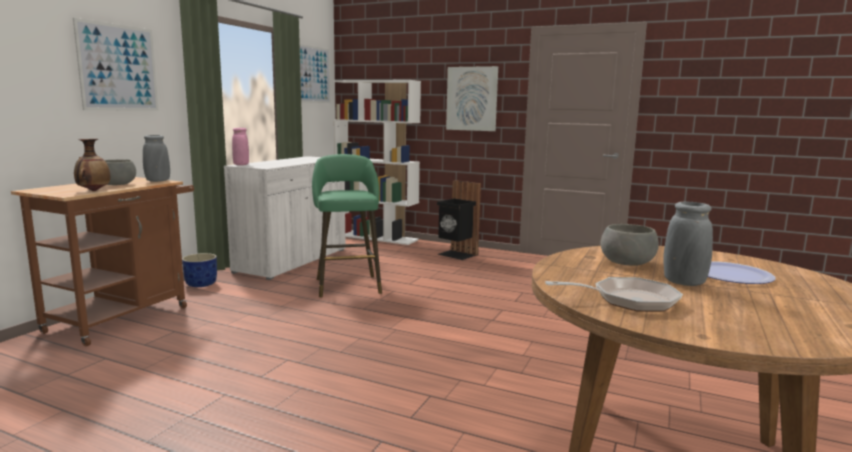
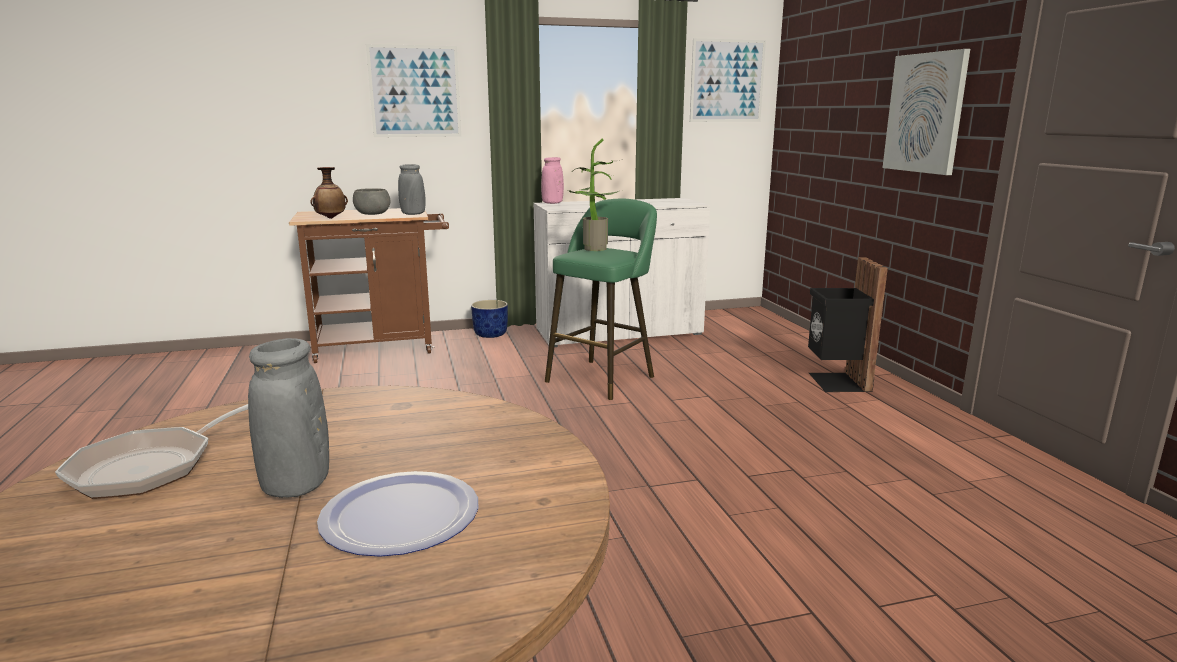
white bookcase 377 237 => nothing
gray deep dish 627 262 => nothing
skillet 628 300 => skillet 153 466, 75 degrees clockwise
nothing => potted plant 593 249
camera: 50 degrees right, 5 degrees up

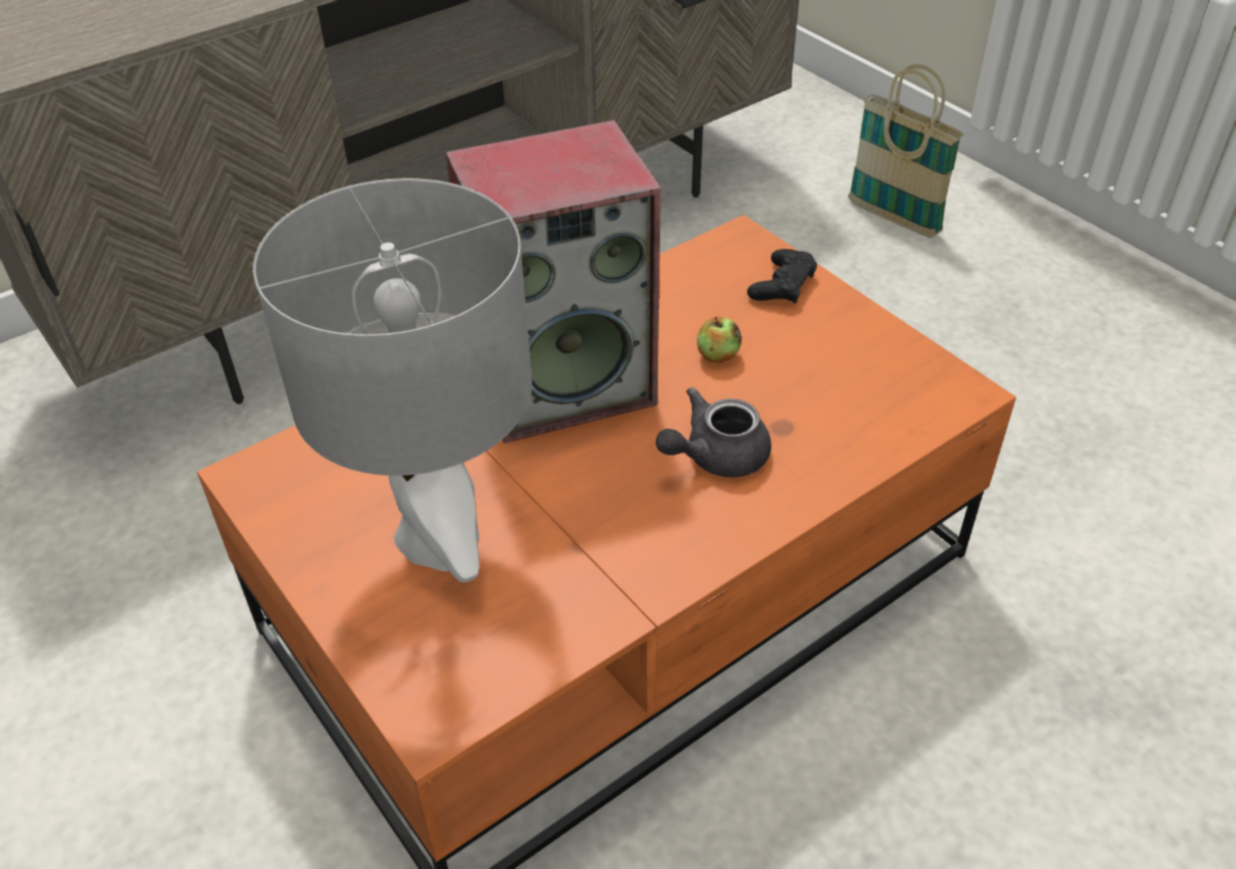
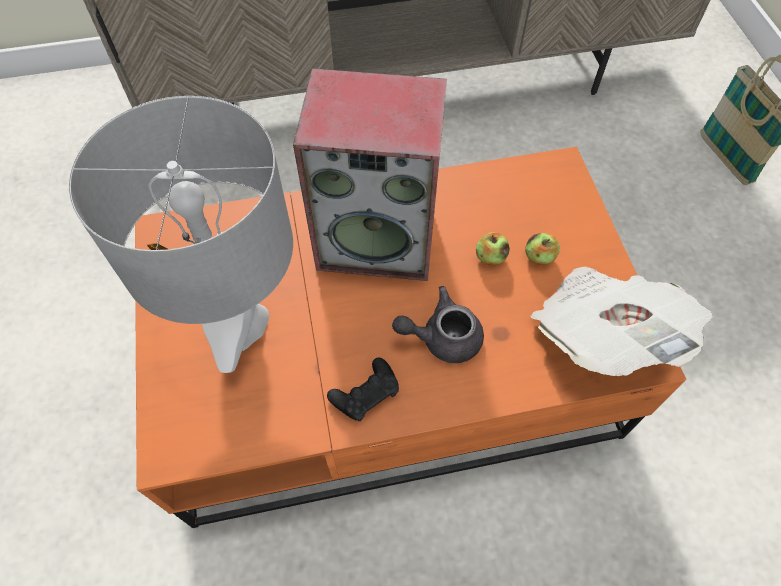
black-coloured gamepad 782 285 => black-coloured gamepad 365 393, move
nothing => apple 539 257
nothing => daily paper 603 332
camera: 25 degrees right, 15 degrees up

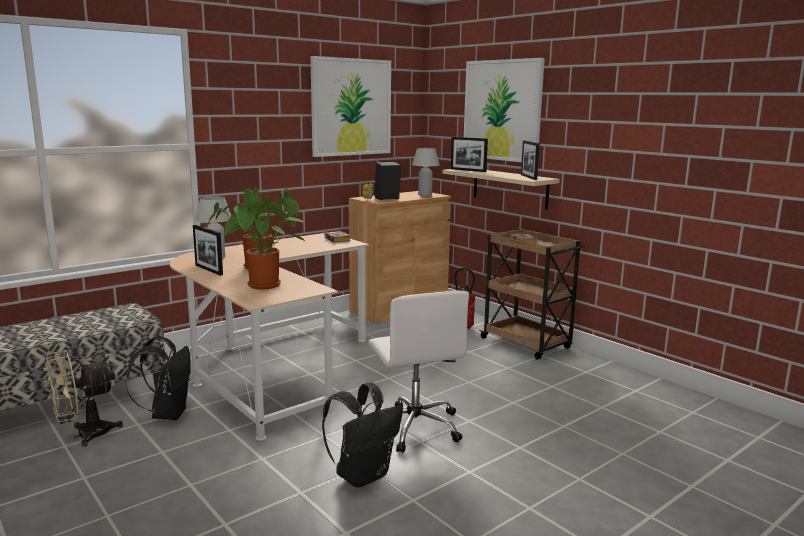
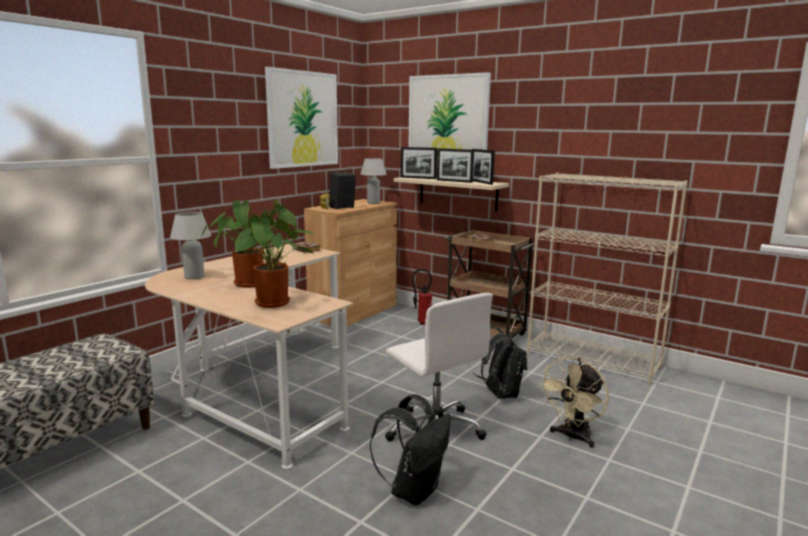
photo frame 208 270 => photo frame 454 181, move
black-coloured rucksack 168 413 => black-coloured rucksack 498 393, move
sand-coloured electric fan 84 435 => sand-coloured electric fan 572 437, move
nothing => sand-coloured bookcase 593 360
camera: 15 degrees left, 0 degrees up

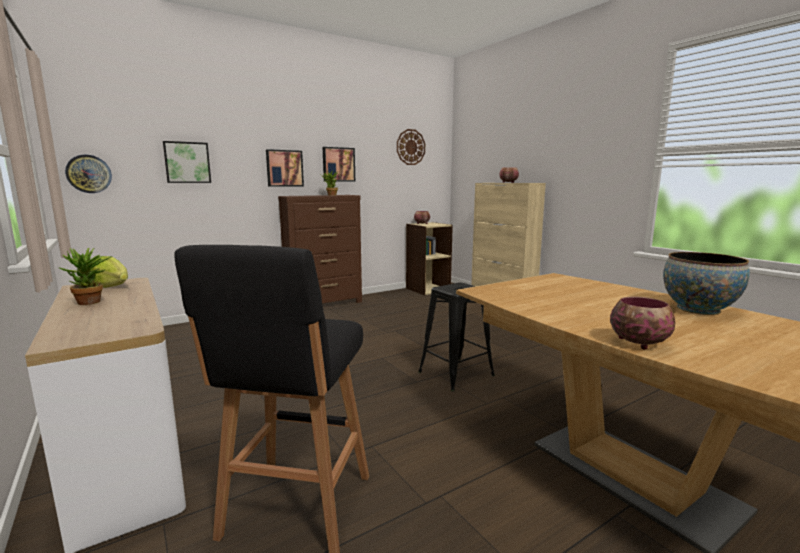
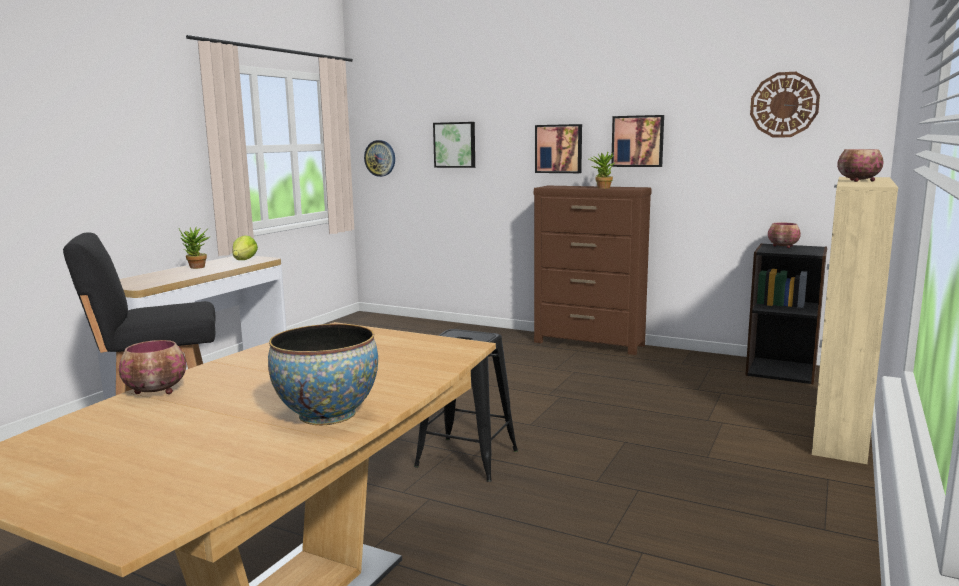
sand-coloured bookcase 427 289 => black-coloured bookcase 781 370
camera: 60 degrees right, 0 degrees up

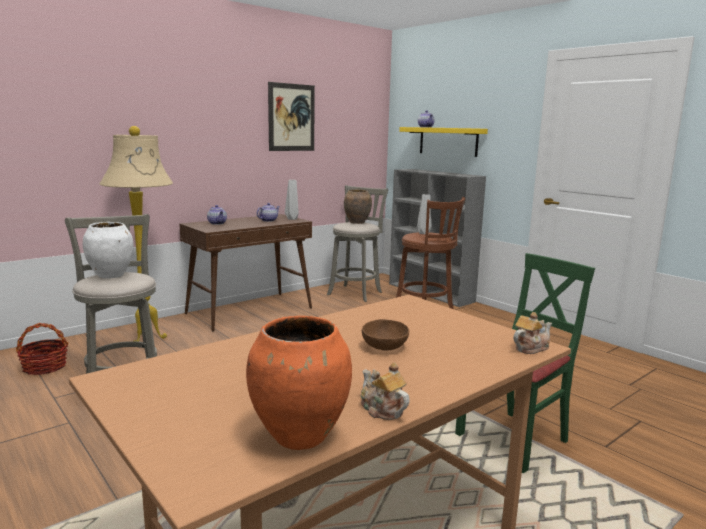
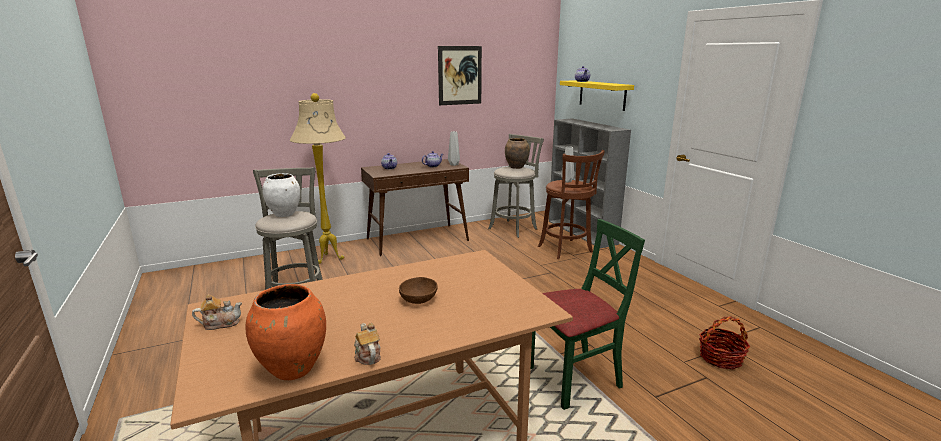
pot for tea 530 348 => pot for tea 220 323, move
storage basket 44 367 => storage basket 720 358, move
camera: 15 degrees right, 5 degrees up

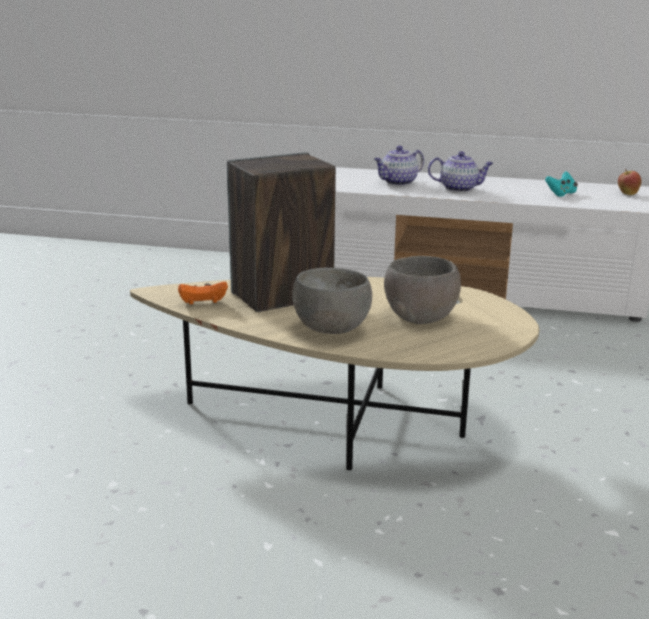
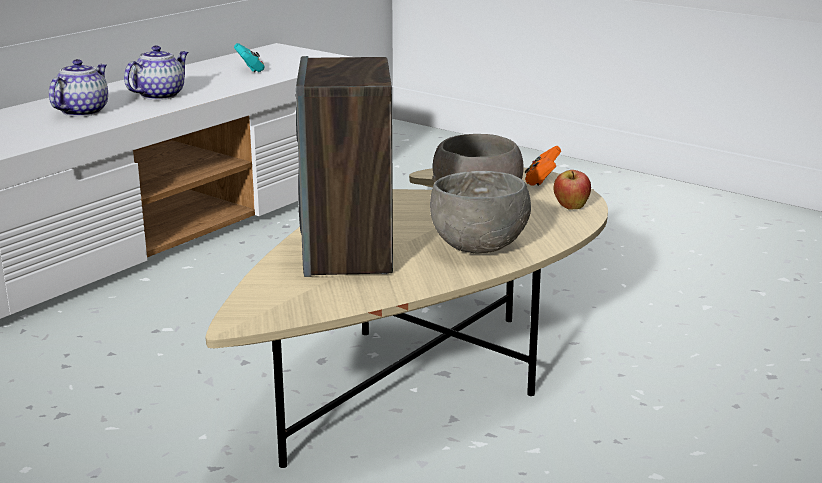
pot for tea 398 182 => pot for tea 82 111, 150 degrees counterclockwise
apple 627 194 => apple 571 207, move
orangey gamepad 203 304 => orangey gamepad 541 181, move
camera: 65 degrees left, 0 degrees up

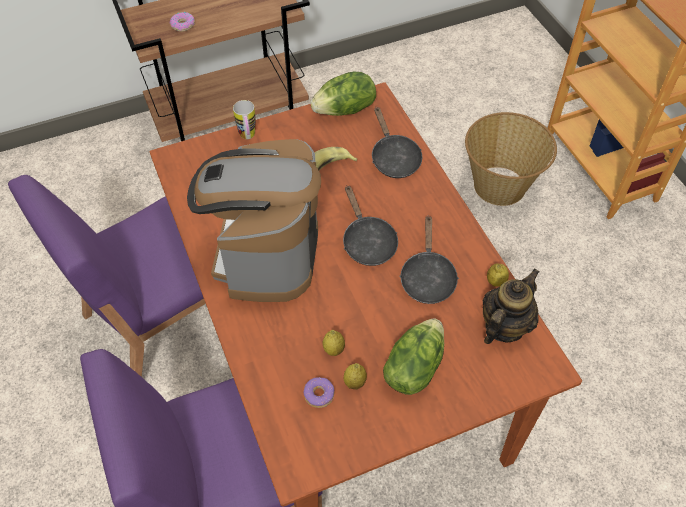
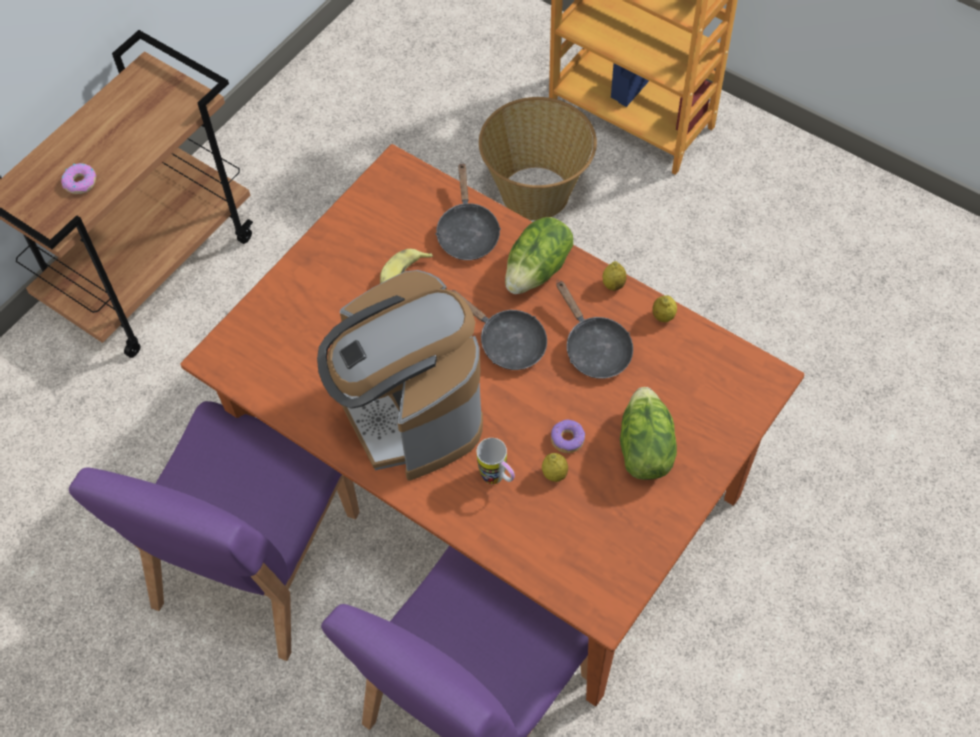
lettuce head 345 110 => lettuce head 538 270, move
tea mug 248 137 => tea mug 498 479, move
black-coloured skillet 394 158 => black-coloured skillet 467 232, 45 degrees clockwise
pot for tea 504 326 => nothing
citrus fruit 355 382 => citrus fruit 613 285, move
ring doughnut 319 395 => ring doughnut 567 439, move
camera: 30 degrees left, 5 degrees up

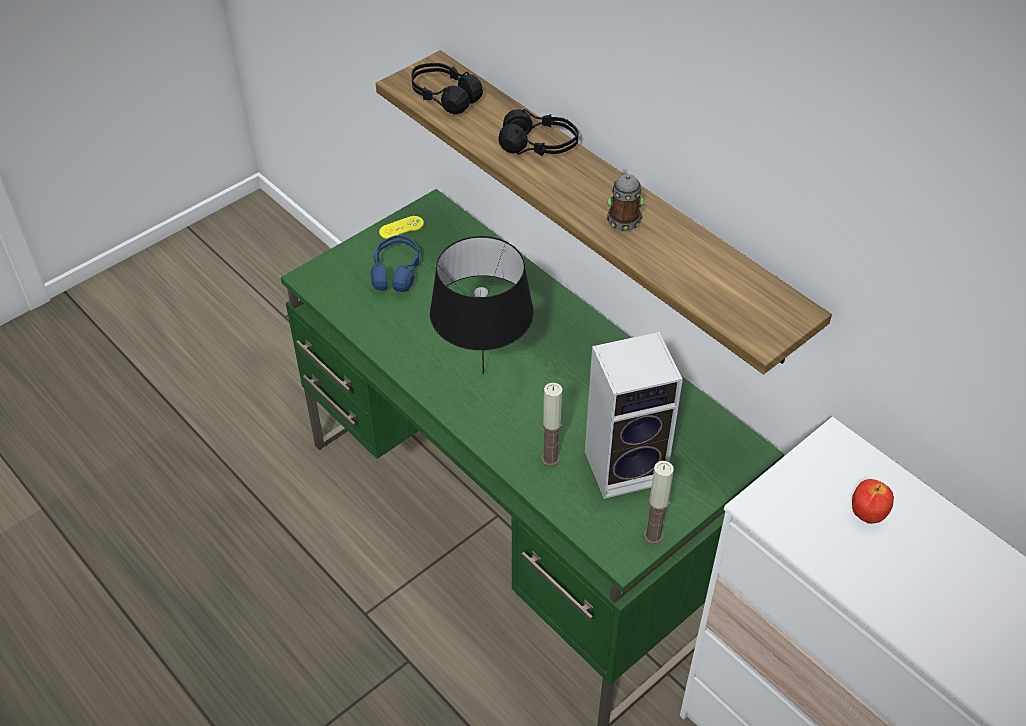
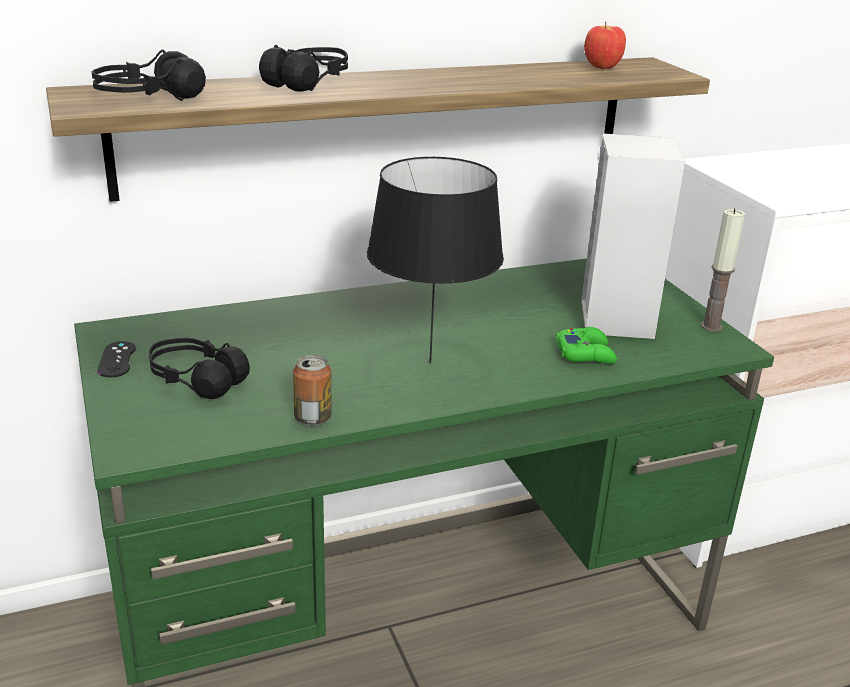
tea mug 623 217 => nothing
yellow-coloured gamepad 401 228 => black-coloured gamepad 117 359
blue headphones 396 272 => black-coloured headphones 196 380
wax candle 550 458 => green gamepad 585 353
apple 866 514 => apple 601 68, move
nothing => sealed can 313 418
camera: 70 degrees left, 20 degrees down

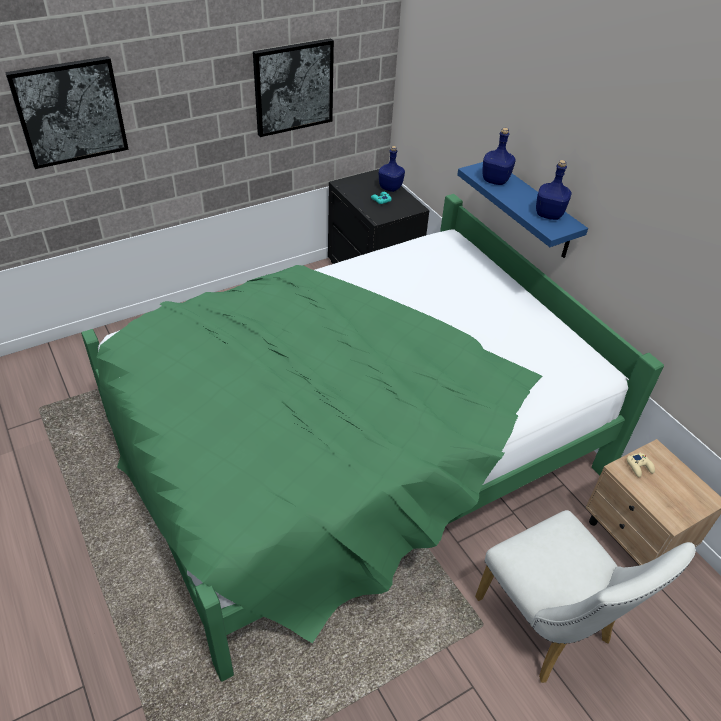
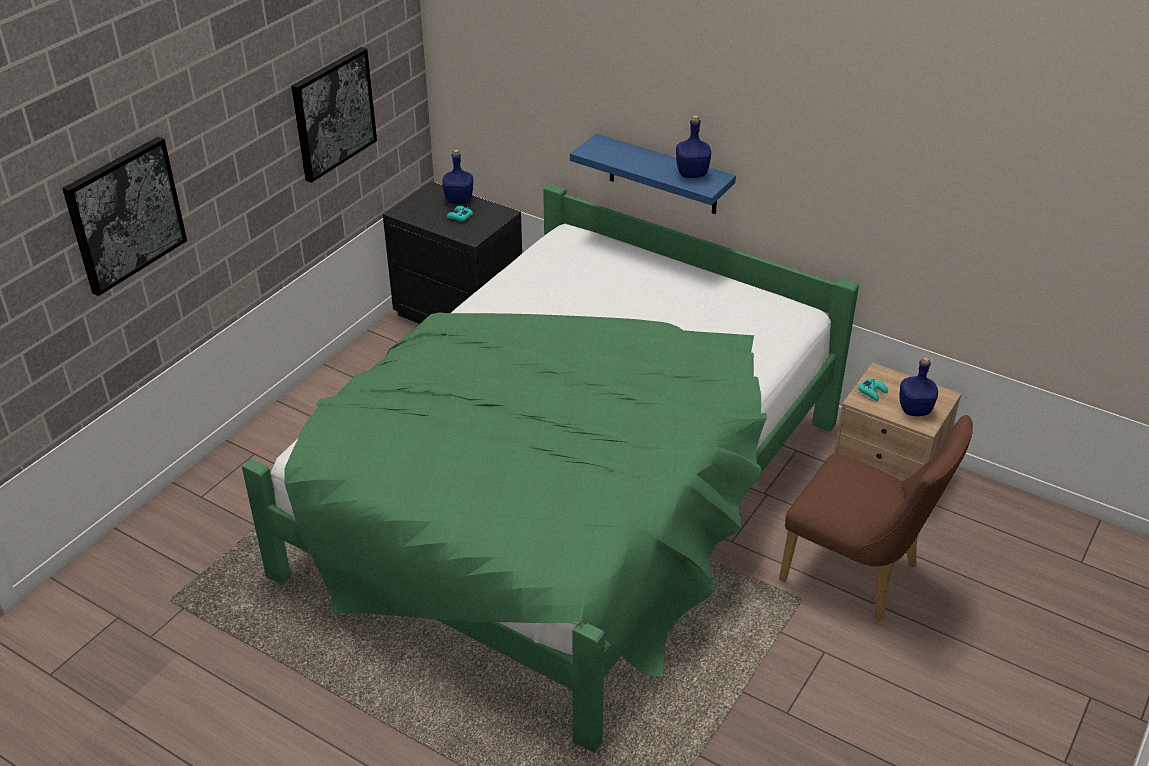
blue beverage bottle 494 180 => blue beverage bottle 914 409, move
sand-coloured gamepad 639 467 => turquoise-coloured gamepad 872 392
white upright chair 549 627 => brownish upright chair 859 576
camera: 25 degrees left, 5 degrees down

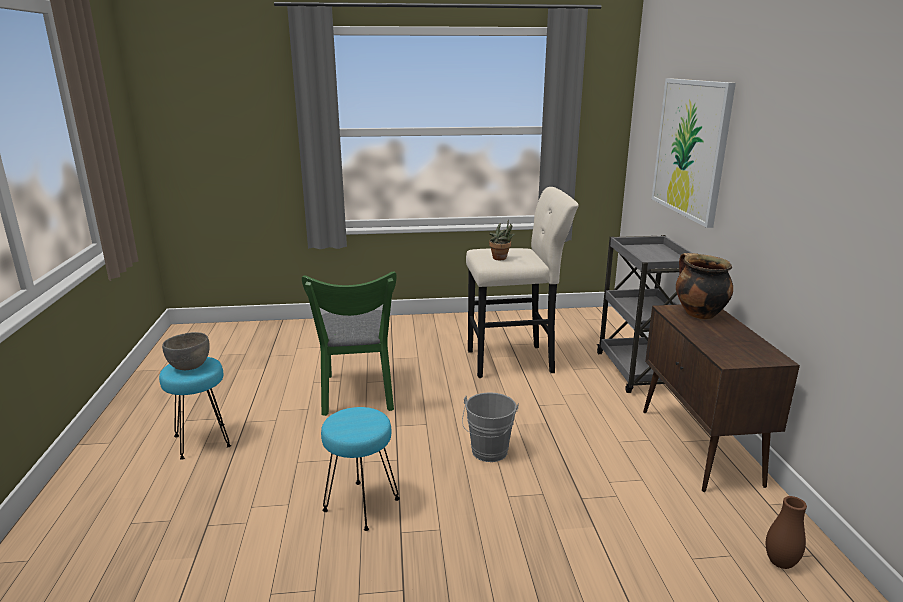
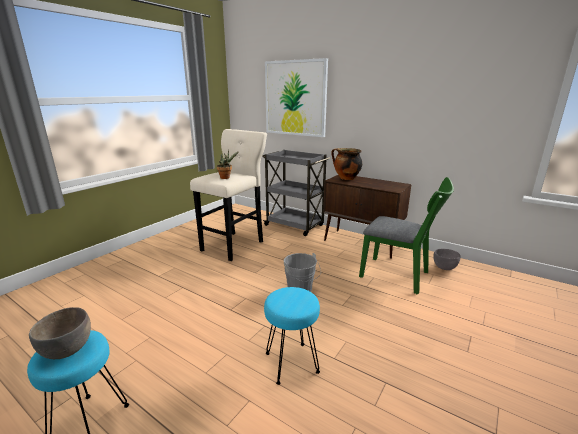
green upright chair 357 396 => green upright chair 399 276, move
brownish vase 780 563 => gray deep dish 444 268
camera: 50 degrees left, 0 degrees up

